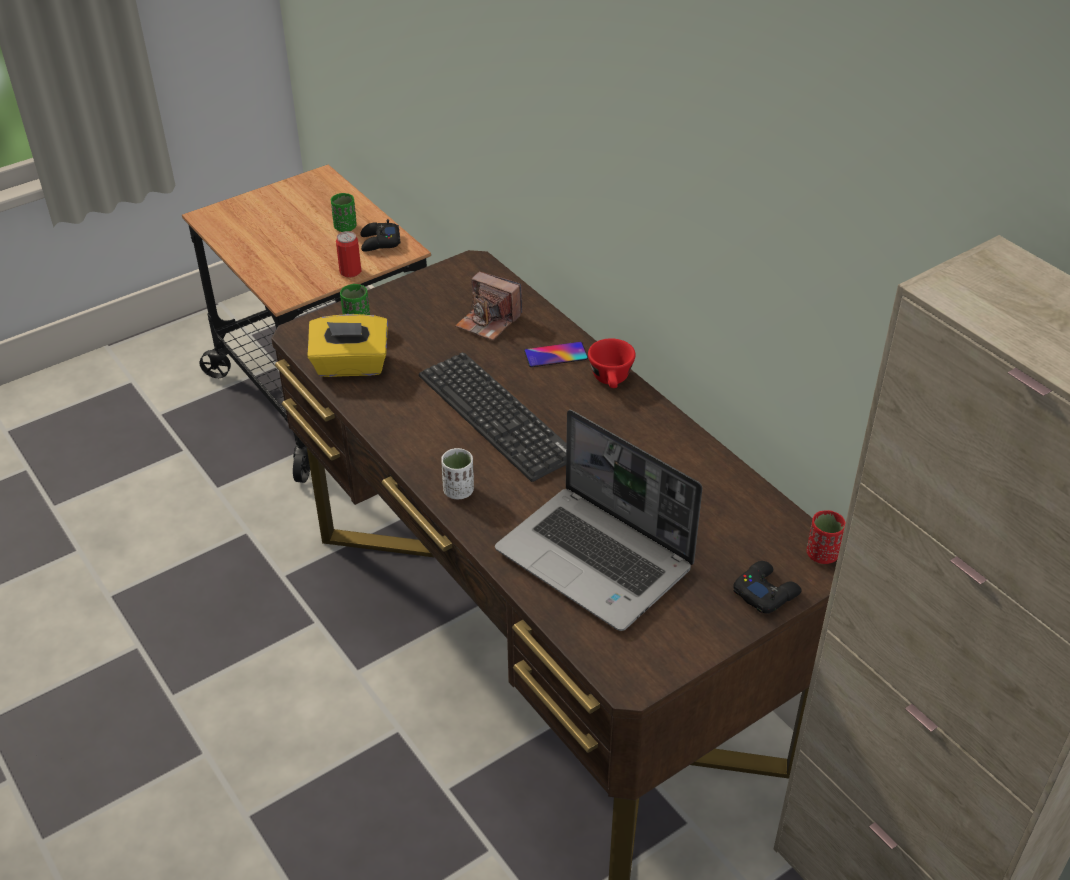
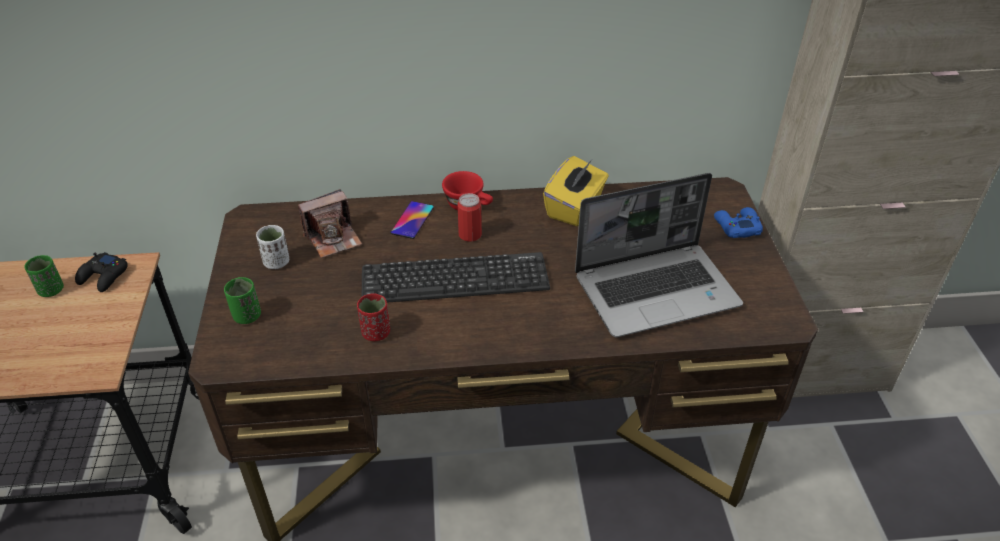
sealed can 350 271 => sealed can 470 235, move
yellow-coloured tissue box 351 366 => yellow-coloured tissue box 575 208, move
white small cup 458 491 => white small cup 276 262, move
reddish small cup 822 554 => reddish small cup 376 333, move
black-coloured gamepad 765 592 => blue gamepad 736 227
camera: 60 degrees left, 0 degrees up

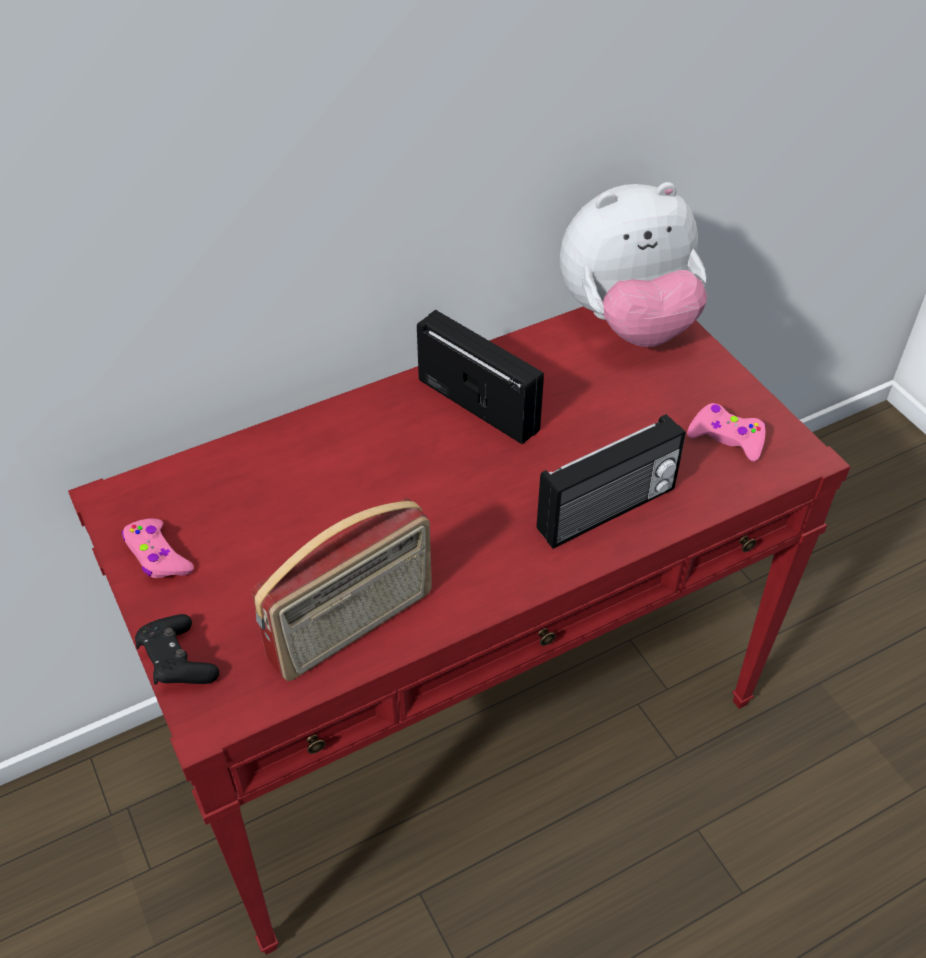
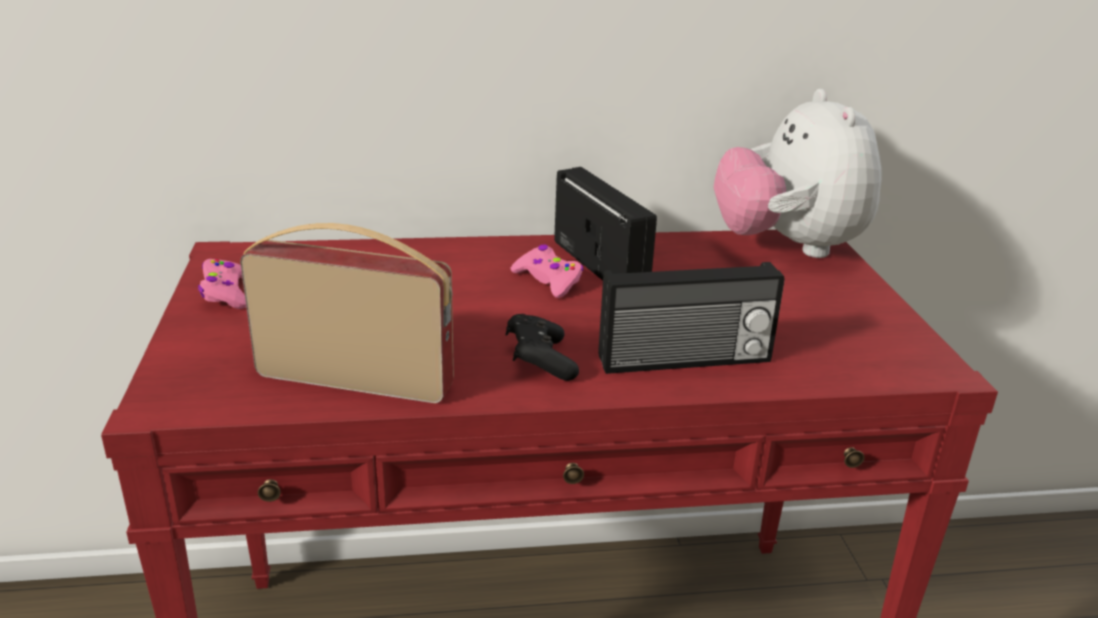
soft toy 628 323 => soft toy 788 247, 75 degrees clockwise
pinkish gamepad 727 438 => pinkish gamepad 548 280, move
radio receiver 353 628 => radio receiver 356 379, 150 degrees counterclockwise
black-coloured gamepad 177 662 => black-coloured gamepad 540 361, move
camera: 20 degrees right, 20 degrees down

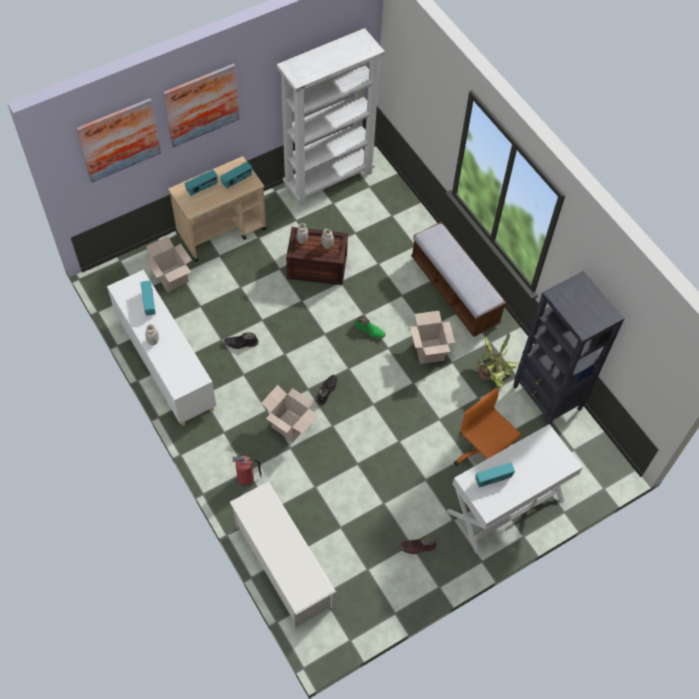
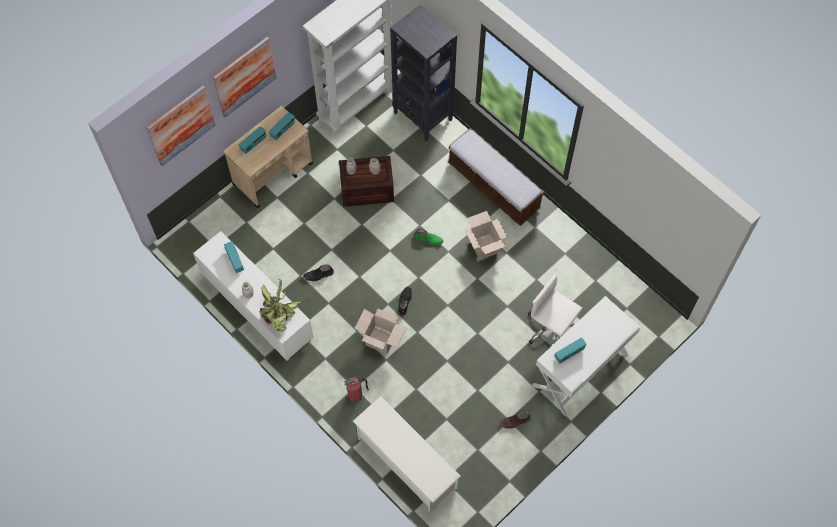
carton 172 278 => nothing
black-coloured bookcase 547 399 => black-coloured bookcase 423 117, move
potted plant 494 374 => potted plant 279 316, move
orangey office chair 482 453 => white office chair 551 328
camera: 10 degrees left, 5 degrees up

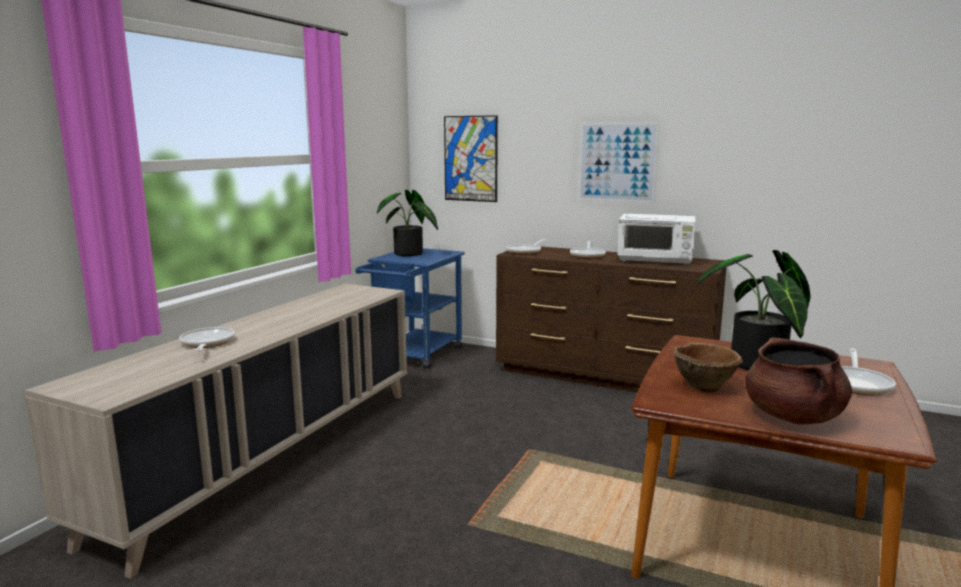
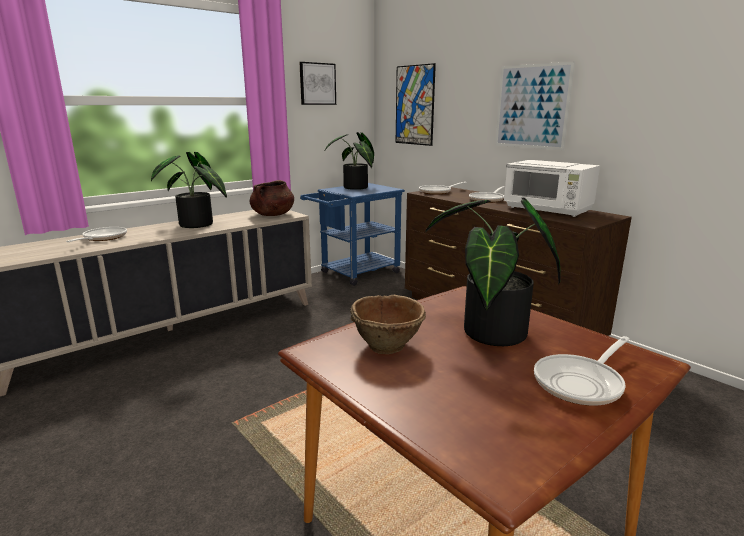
brownish stockpot 793 417 => brownish stockpot 273 215, move
nothing => picture 317 84
nothing => potted plant 197 225
camera: 25 degrees right, 5 degrees up

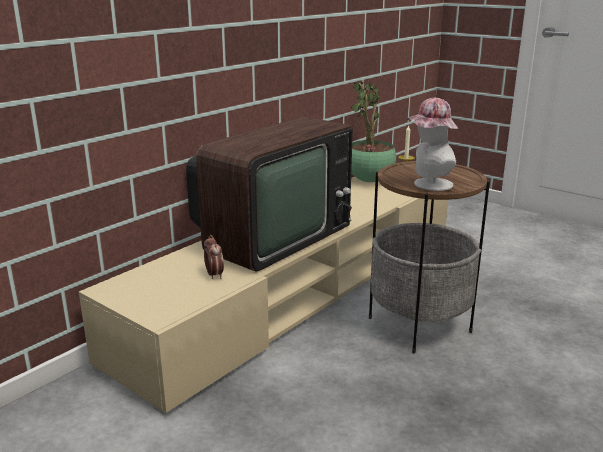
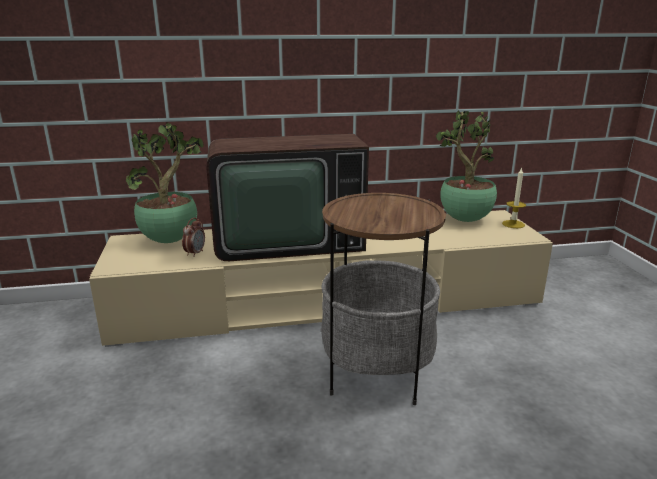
wearable hat 428 185 => nothing
nothing => potted plant 171 240
camera: 40 degrees right, 0 degrees up

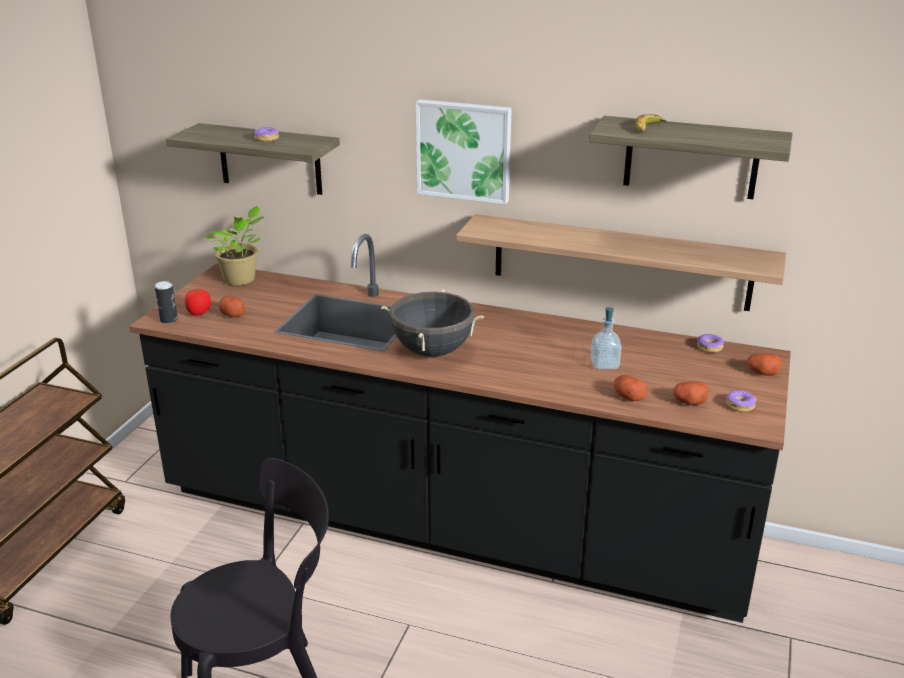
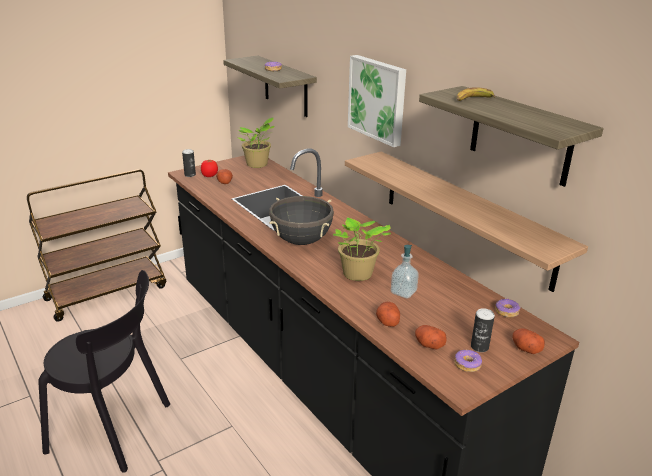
nothing => potted plant 357 275
nothing => sealed can 479 347
camera: 35 degrees right, 0 degrees up

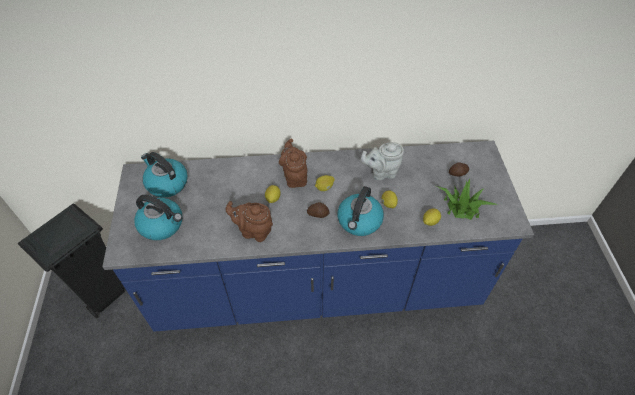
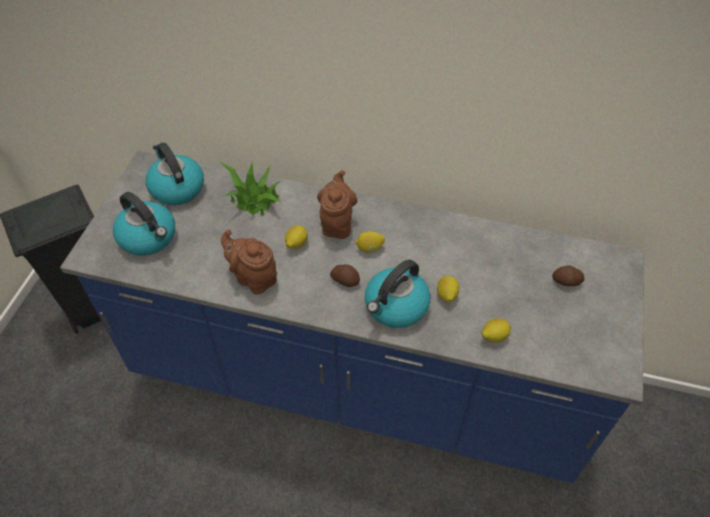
gray pot for tea 381 172 => nothing
potted plant 462 206 => potted plant 254 198, move
camera: 20 degrees right, 0 degrees up

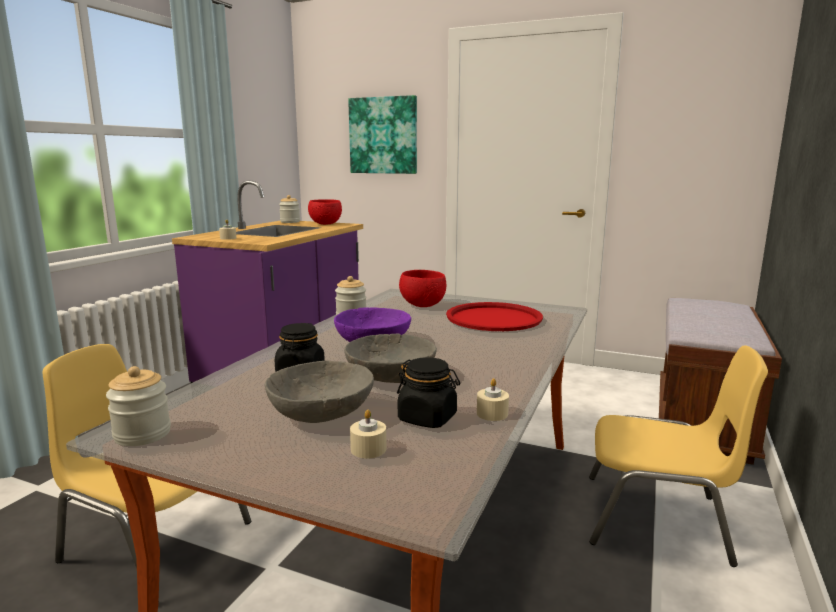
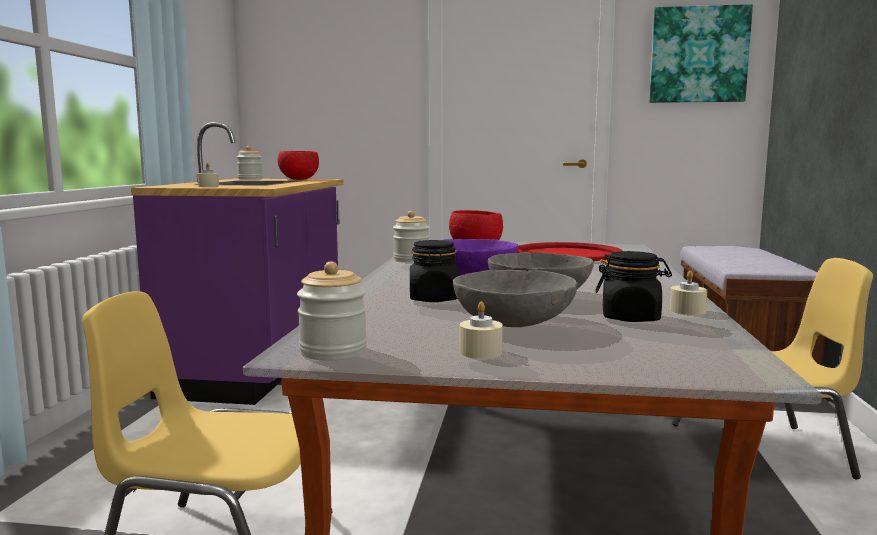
picture 383 135 => picture 698 55, move
sand-coloured wax candle 368 449 => sand-coloured wax candle 480 352, move
camera: 15 degrees left, 5 degrees down

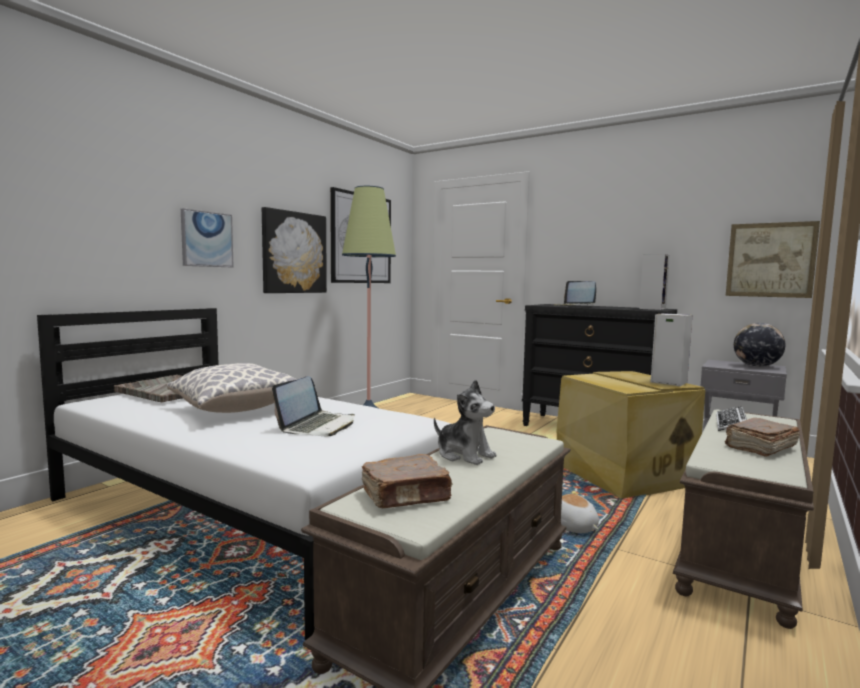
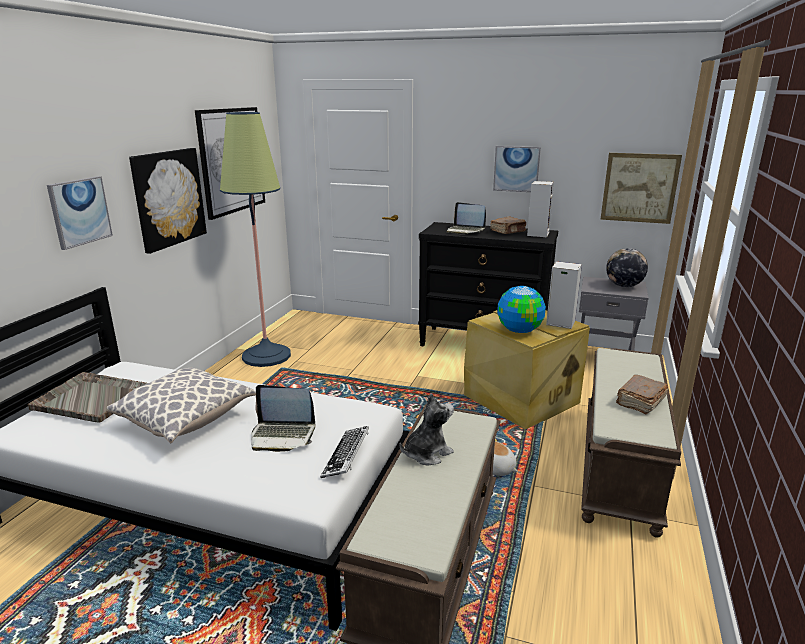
laptop 318 426 => laptop 283 435, 90 degrees clockwise
soft toy 464 455 => soft toy 427 453, 60 degrees counterclockwise
PC keyboard 731 424 => PC keyboard 346 456, move
brownish book 407 496 => brownish book 508 231, move
nothing => picture 516 169
nothing => globe 519 330
camera: 15 degrees left, 15 degrees up

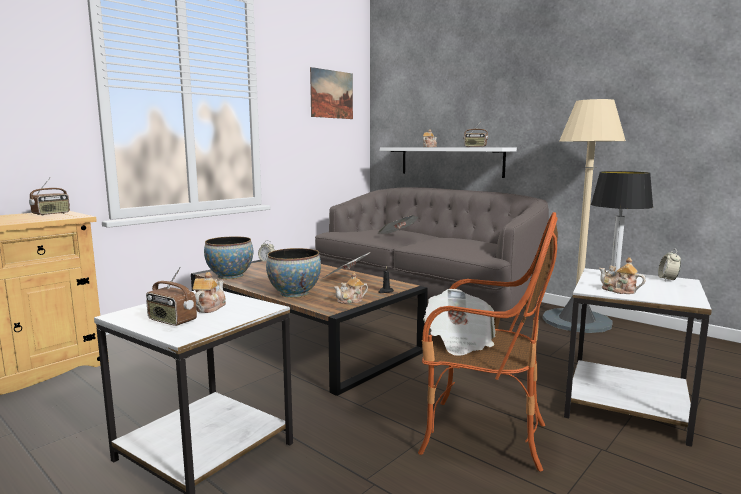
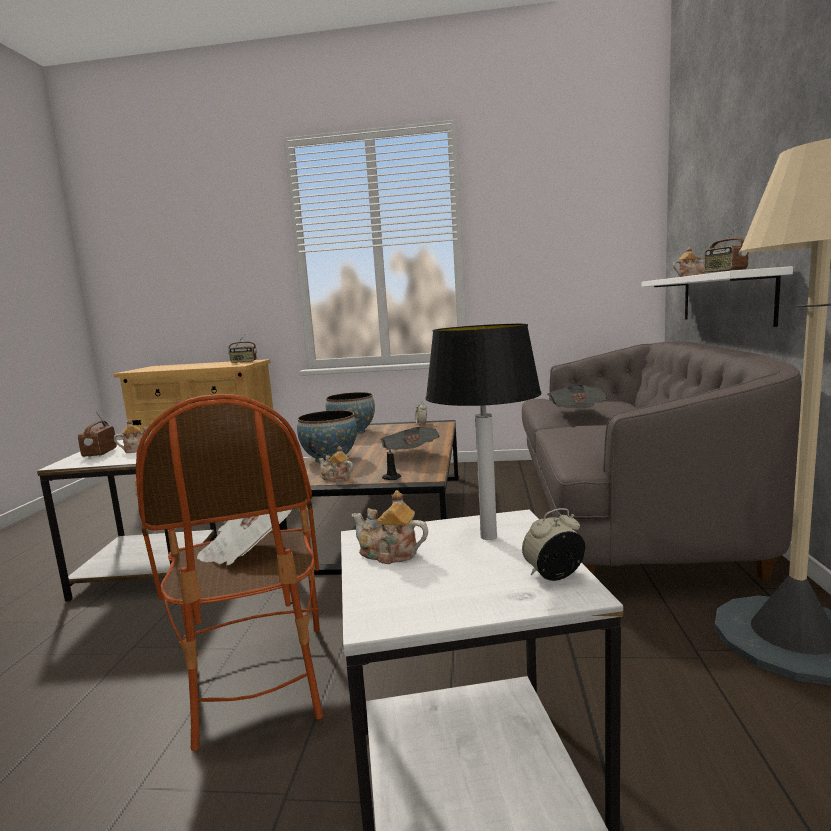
picture 332 94 => nothing
pot for tea 619 290 => pot for tea 389 554, 75 degrees counterclockwise
camera: 55 degrees right, 0 degrees up

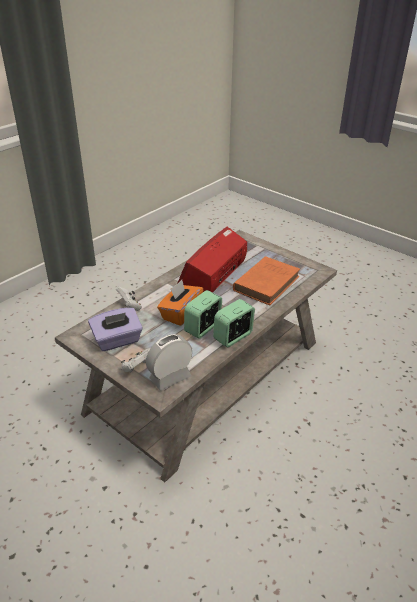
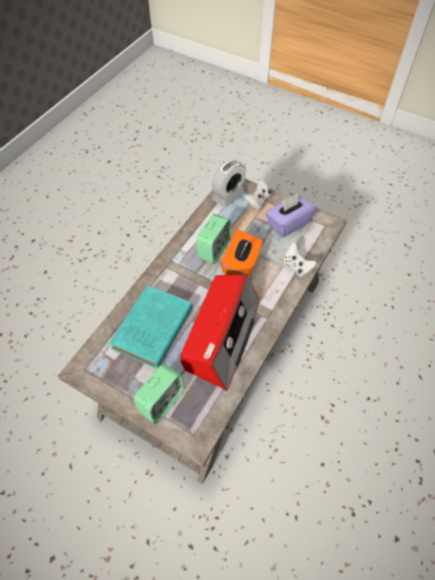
orangey book 267 283 => turquoise-coloured book 151 330
table clock 233 337 => table clock 161 401, move
camera: 170 degrees right, 20 degrees up

